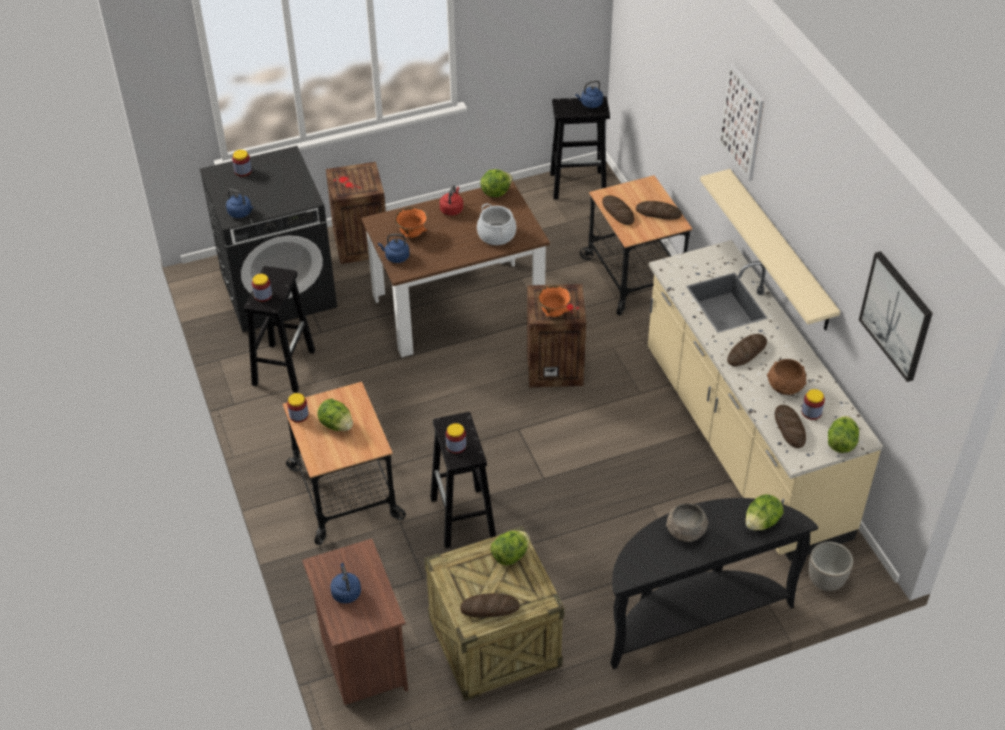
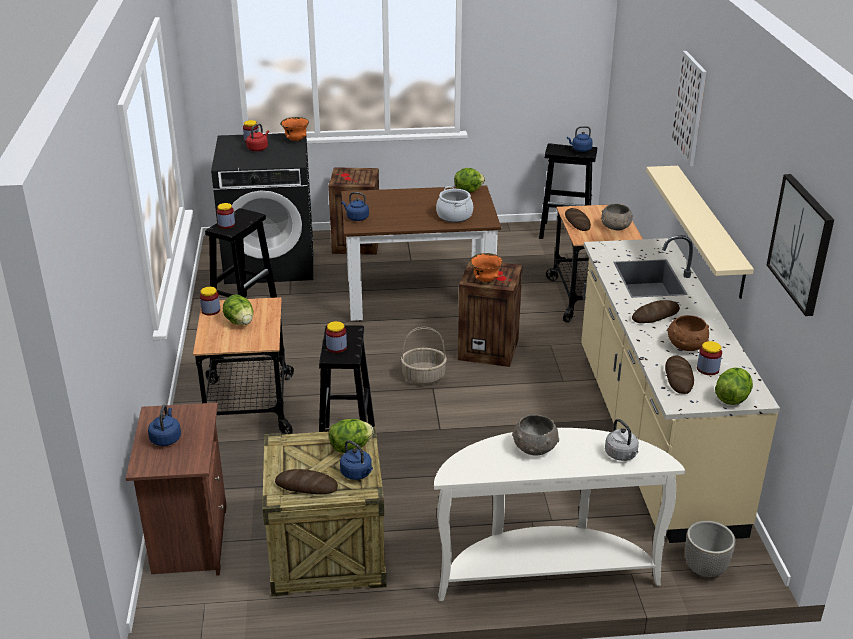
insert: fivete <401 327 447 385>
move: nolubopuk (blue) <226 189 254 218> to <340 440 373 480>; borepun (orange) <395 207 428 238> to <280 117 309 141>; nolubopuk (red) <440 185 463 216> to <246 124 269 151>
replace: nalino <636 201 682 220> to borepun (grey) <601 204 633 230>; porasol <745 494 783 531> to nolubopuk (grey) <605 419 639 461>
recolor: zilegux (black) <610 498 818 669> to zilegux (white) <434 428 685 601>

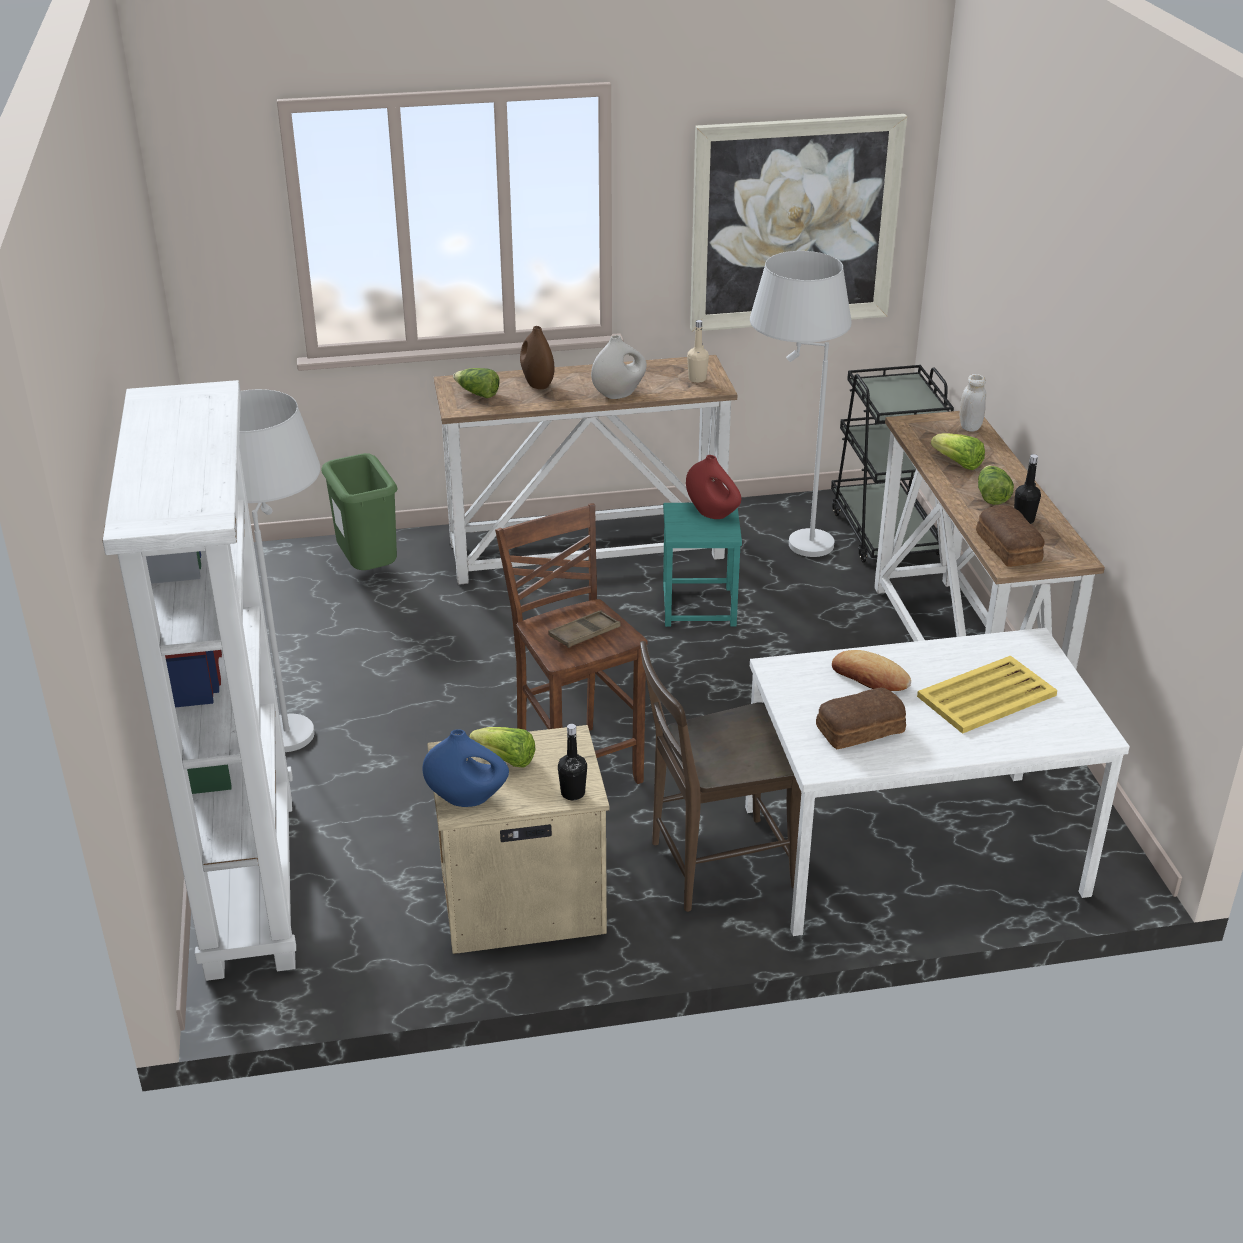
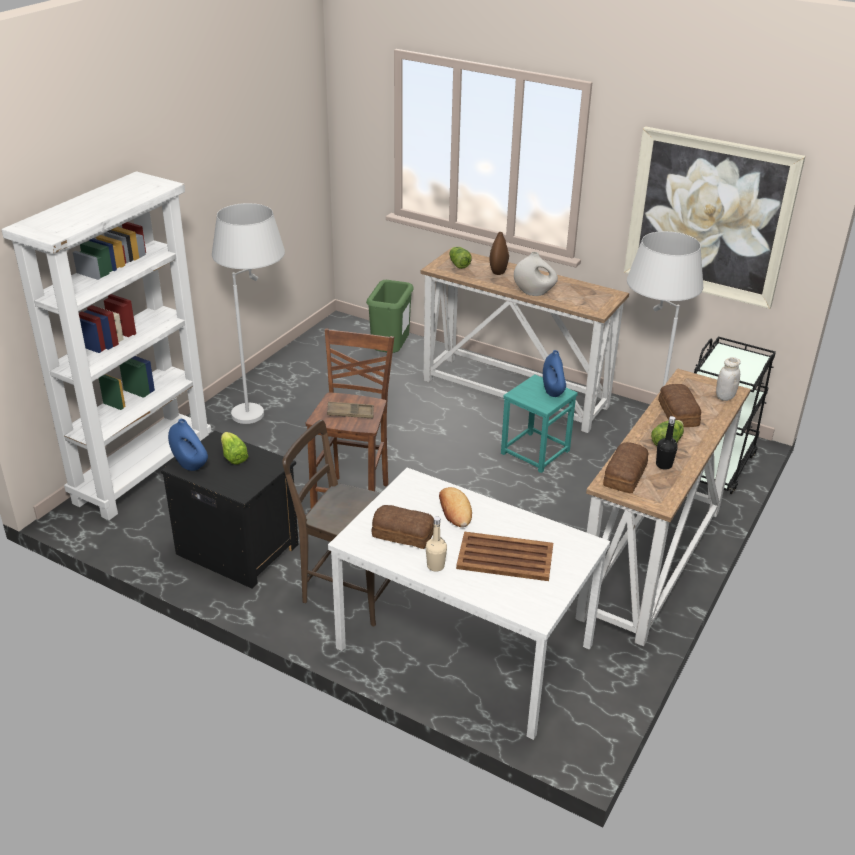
delete: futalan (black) <558 724 587 800>
move: futalan (beige) <687 320 709 383> to <426 516 447 572>
replace: porasol <931 433 985 470> to nalino <658 384 701 427>
recolor: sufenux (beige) <427 725 610 954> to sufenux (black) <161 431 299 588>; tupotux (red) <686 455 741 519> to tupotux (blue) <543 350 566 397>; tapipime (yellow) <917 656 1057 734> to tapipime (brown) <456 531 553 581>

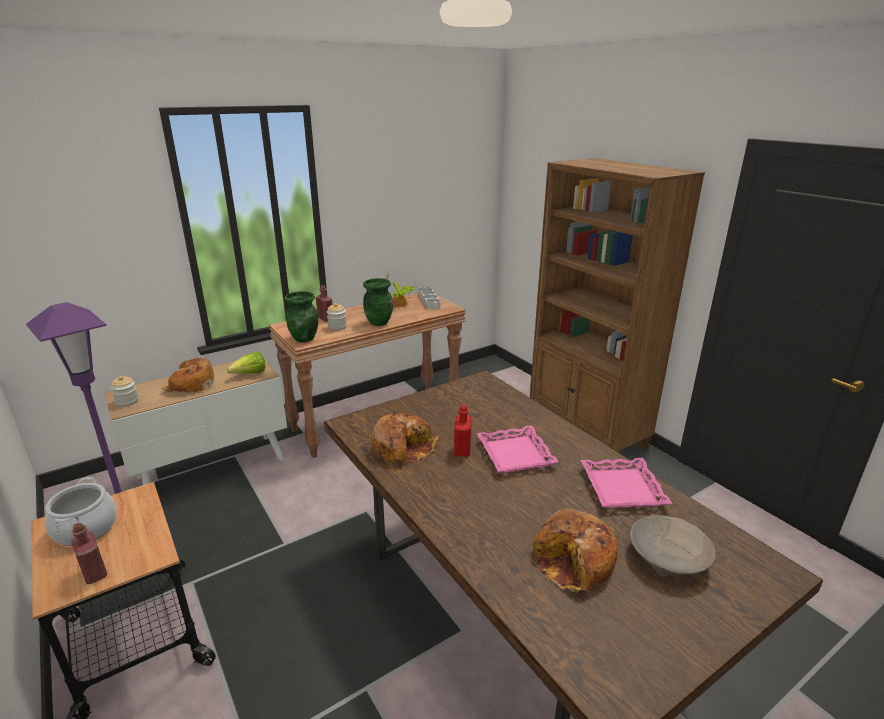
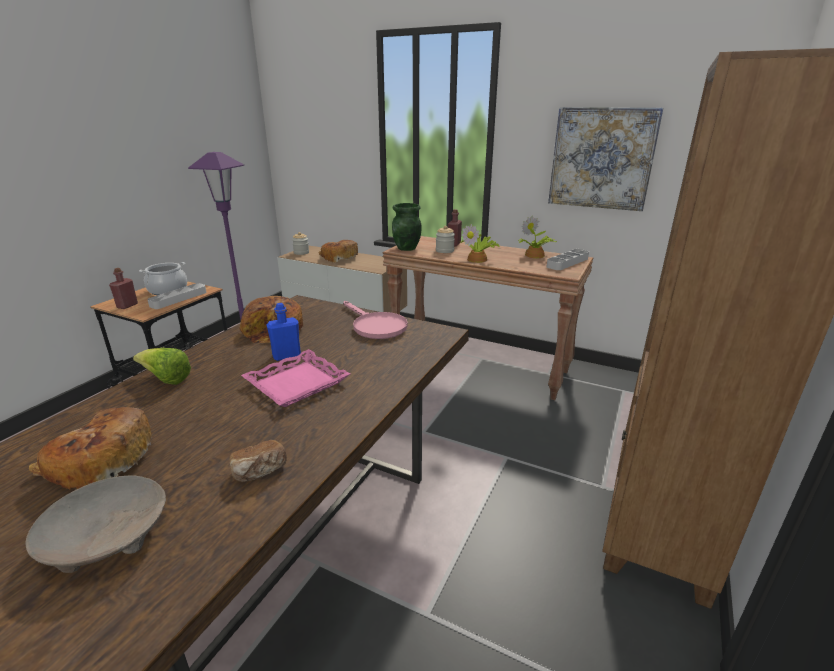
insert: tapipime (grey) <147 283 206 309>; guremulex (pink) <343 301 408 339>; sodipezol <548 107 663 211>
move: porasol <227 352 266 374> to <133 348 191 385>
replace: tupotux (green) <363 278 393 326> to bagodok <460 224 500 263>; tapipime (pink) <581 458 672 508> to nalino <229 440 287 482>
recolor: futalan (red) <454 405 472 457> to futalan (blue) <266 303 301 361>

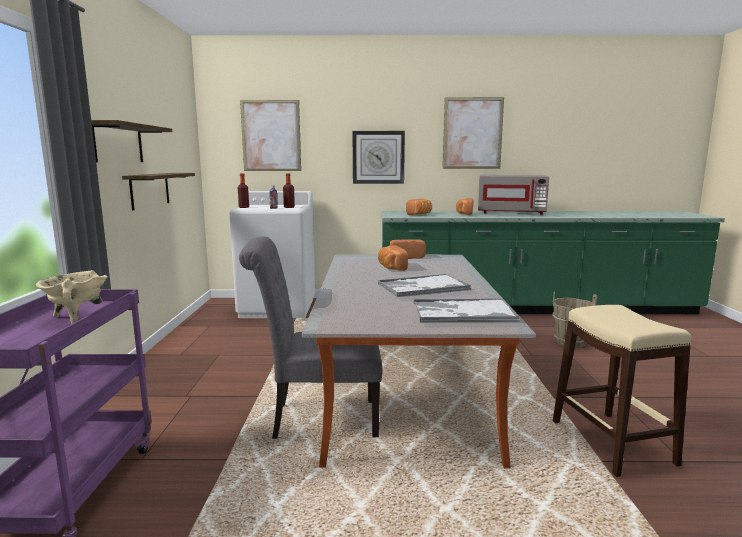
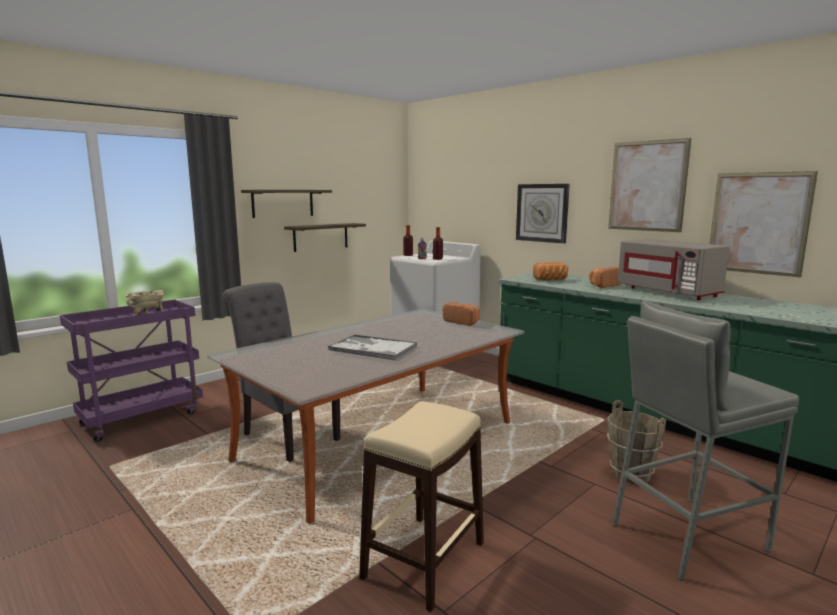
delete: nalino <378 245 408 271>; tapipime <414 299 520 322>
insert: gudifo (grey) <612 300 799 581>
move: sodipezol <240 100 301 171> to <710 171 818 277>

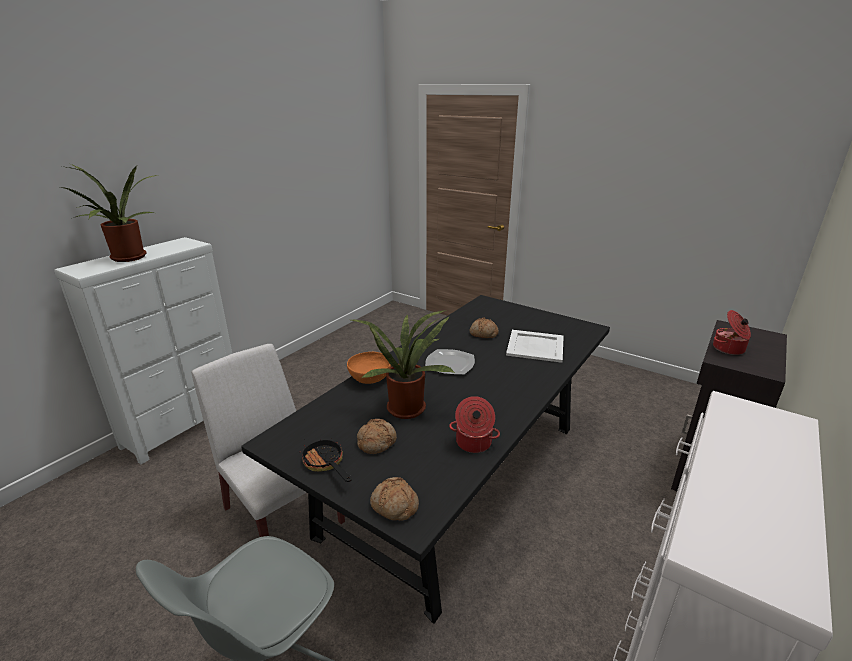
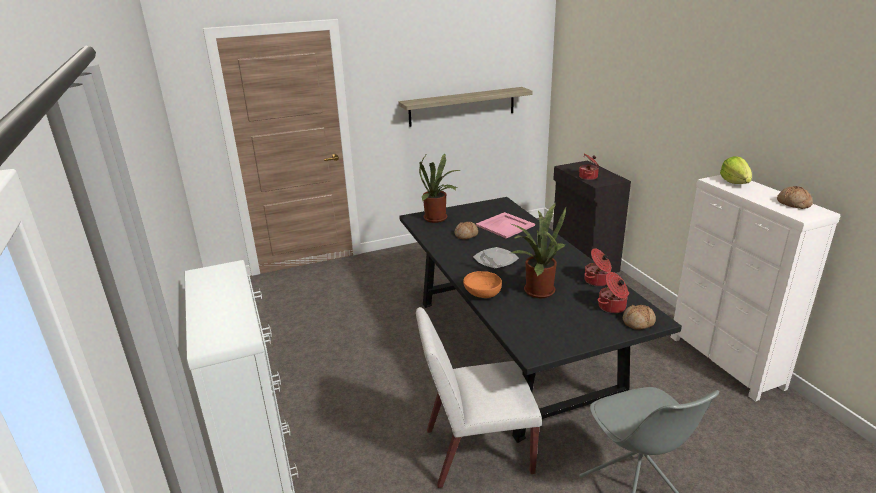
delete: guremulex <300 440 352 482>
insert: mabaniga <398 87 532 127>; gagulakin <598 272 629 313>; porasol <720 156 752 184>
move: bagodok <59 164 158 262> to <419 153 460 223>; nalino <357 419 397 454> to <777 186 813 209>
recolor: tapipime (white) <506 330 564 363> to tapipime (pink) <476 212 535 238>

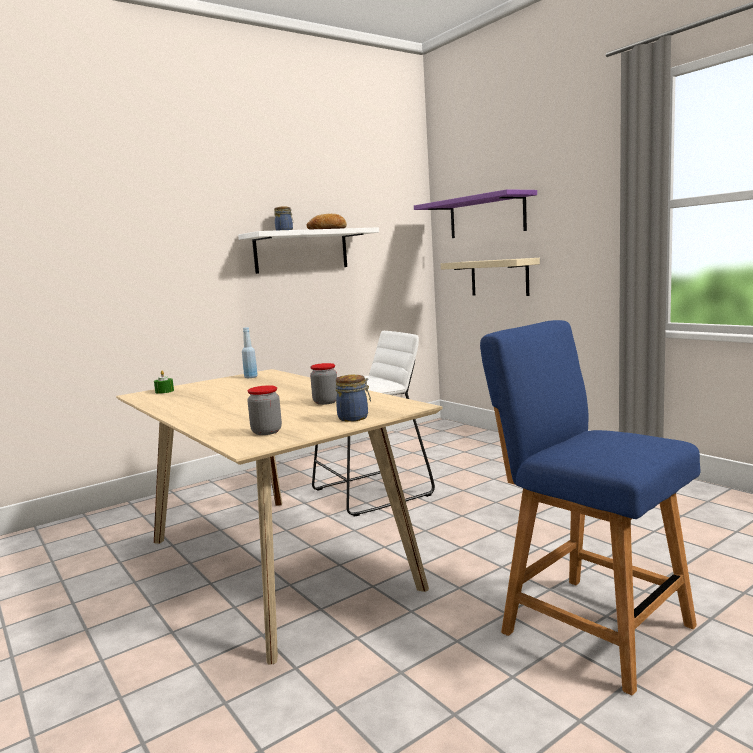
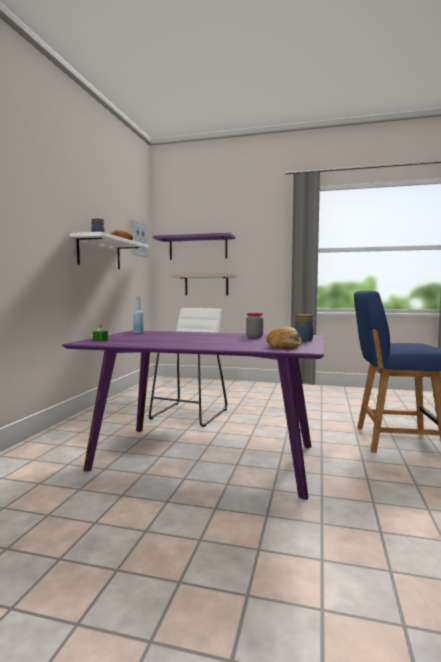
insert: sodipezol <131 219 148 257>
replace: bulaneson <247 385 282 435> to nalino <267 327 302 349>
recolor: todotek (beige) <116 369 443 665> to todotek (purple) <62 330 324 500>

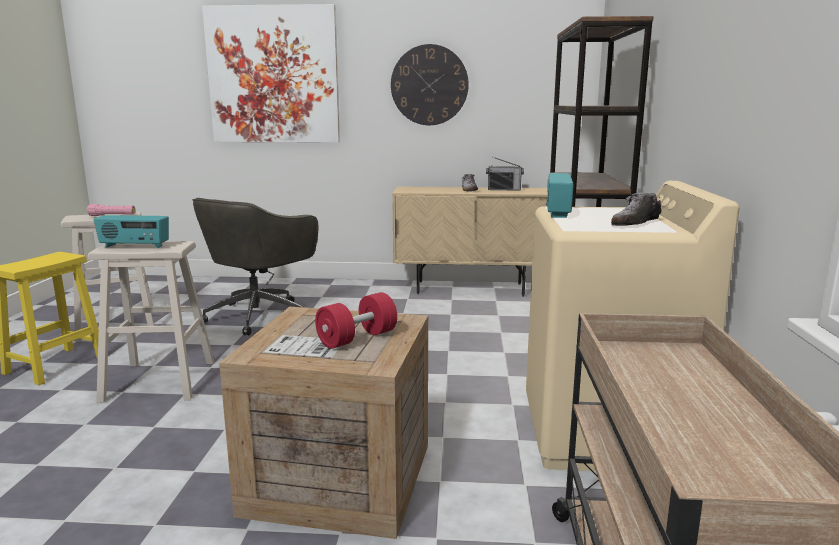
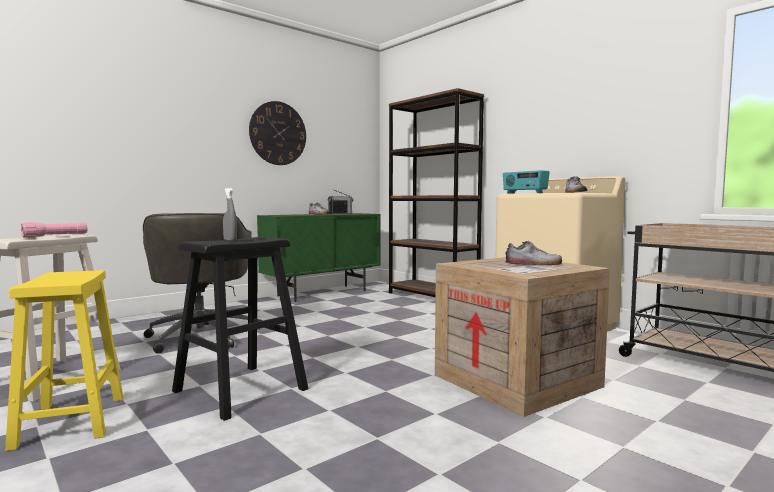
delete: sodipezol <202 4 340 143>
replace: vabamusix <94 215 169 248> to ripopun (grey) <223 188 237 241>; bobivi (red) <315 292 397 349> to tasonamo <505 241 562 265>
recolor: gudifo (beige) <88 241 214 403> to gudifo (black) <172 237 308 421>; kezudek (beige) <392 186 548 296> to kezudek (green) <257 213 381 302>

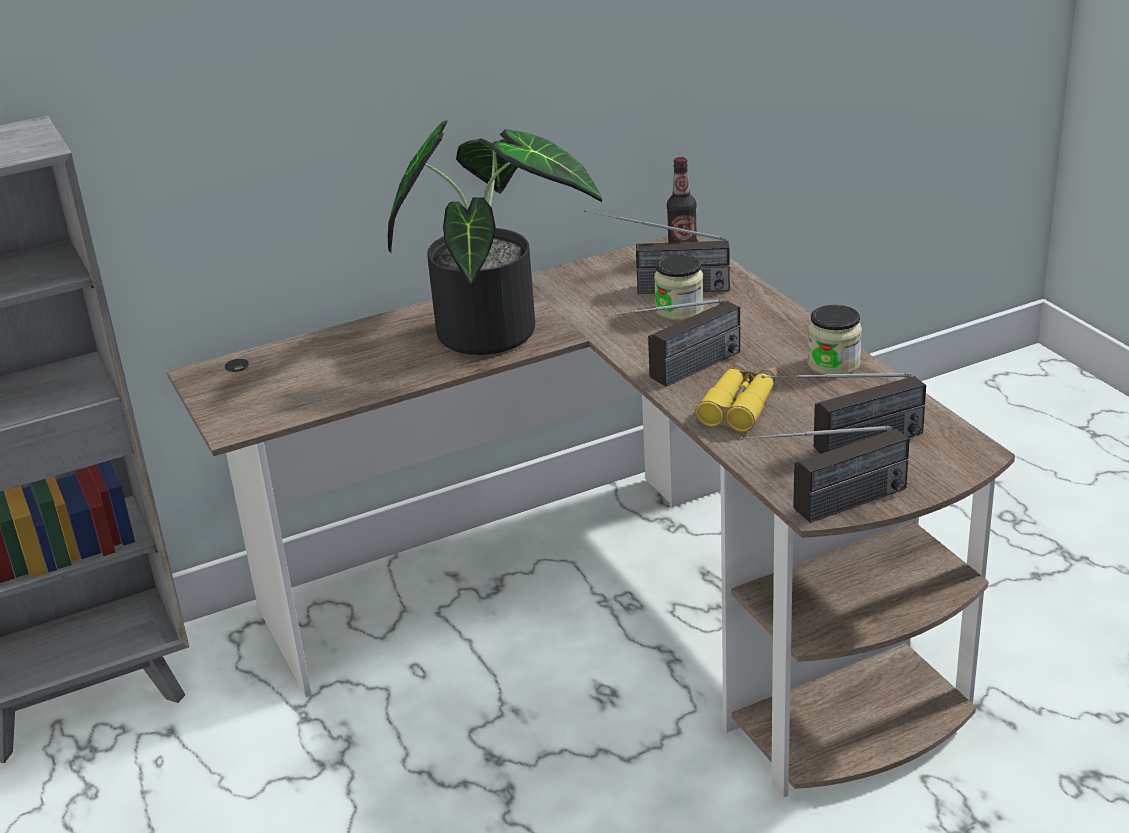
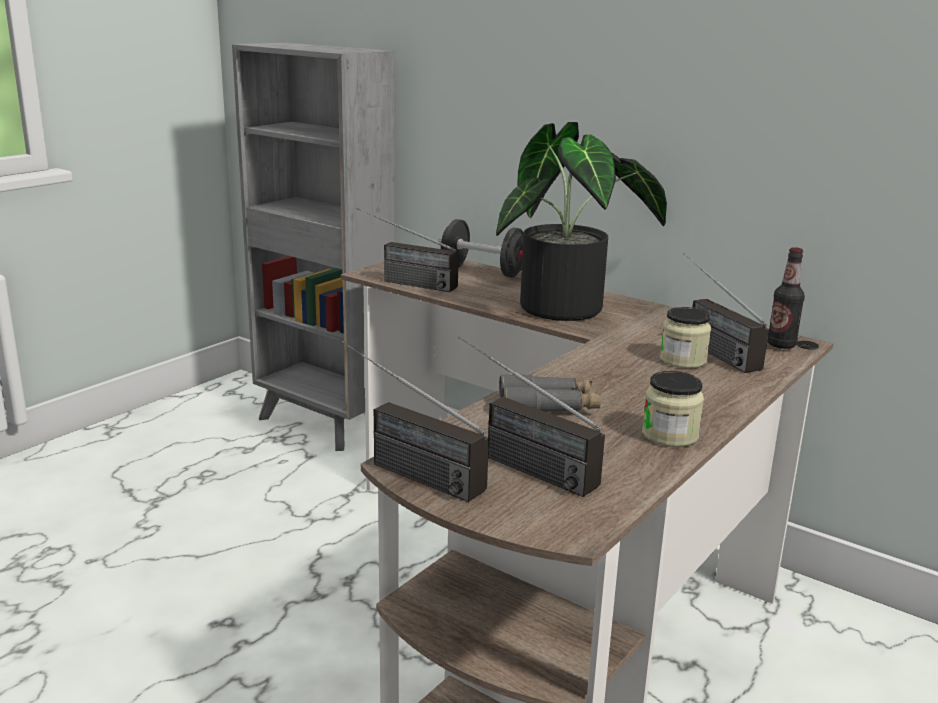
insert: bobivi (black) <438 219 524 278>
move: vabamusix <604 299 741 387> to <357 208 459 292>
recolor: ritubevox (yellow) <696 362 778 432> to ritubevox (grey) <499 374 601 412>

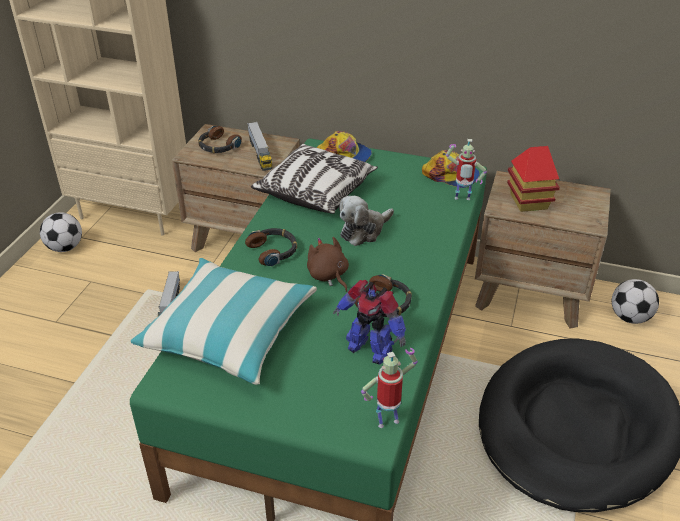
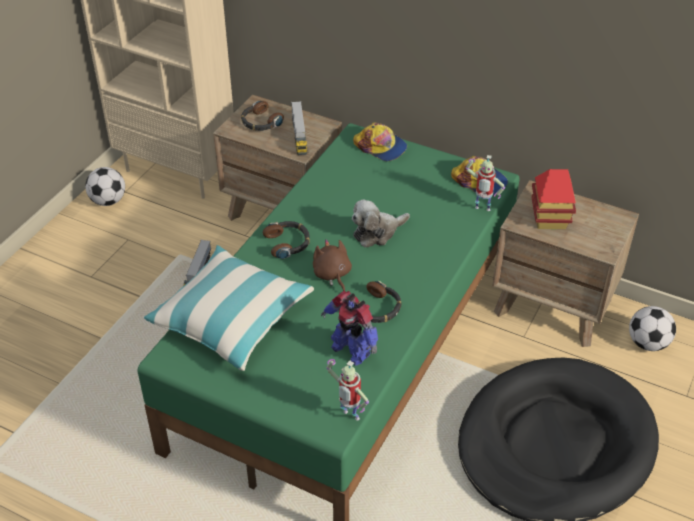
delete: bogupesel <251 144 378 214>
rotate: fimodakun <361 348 418 428> = <326 359 369 420> 135 degrees counterclockwise

